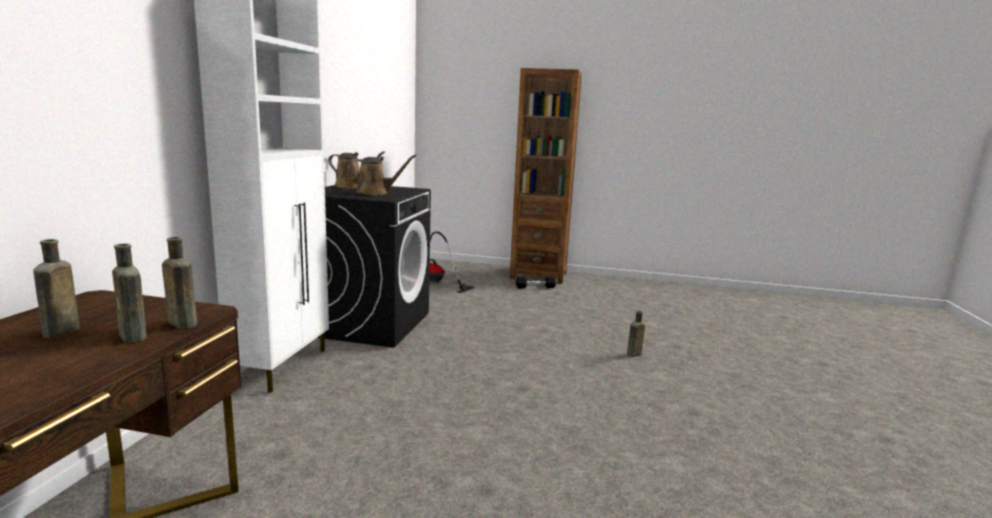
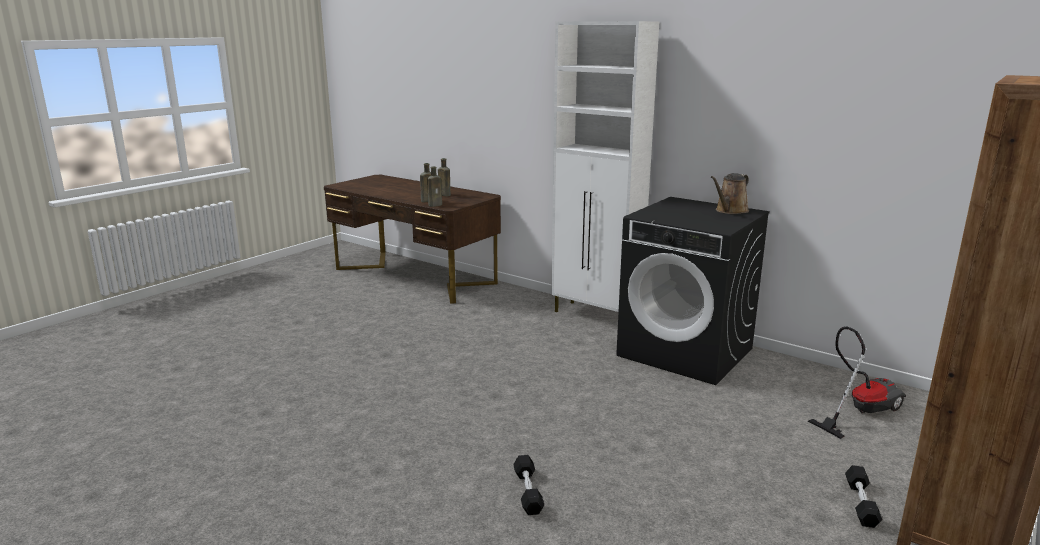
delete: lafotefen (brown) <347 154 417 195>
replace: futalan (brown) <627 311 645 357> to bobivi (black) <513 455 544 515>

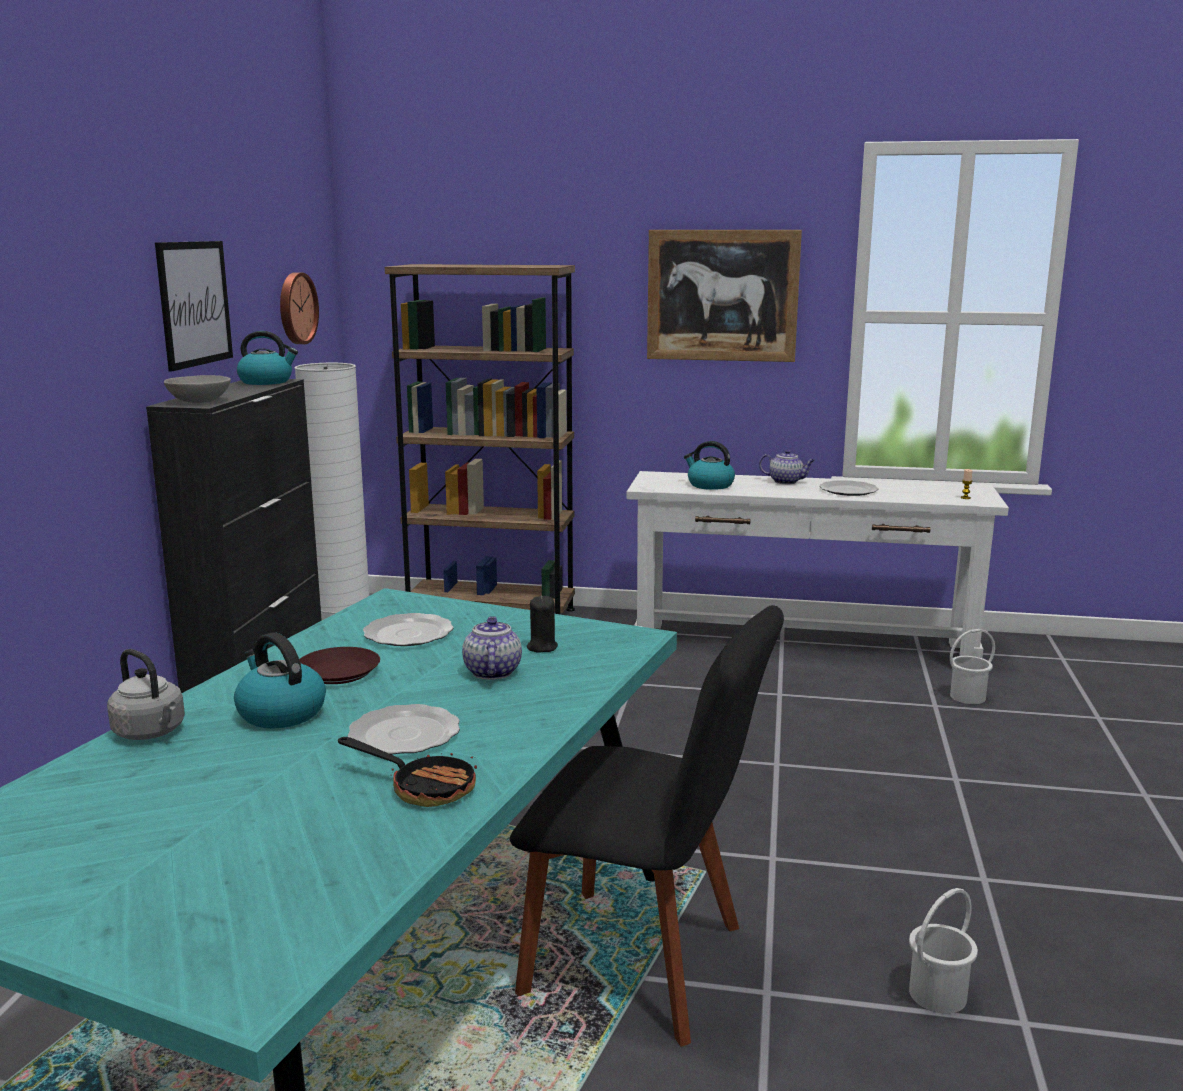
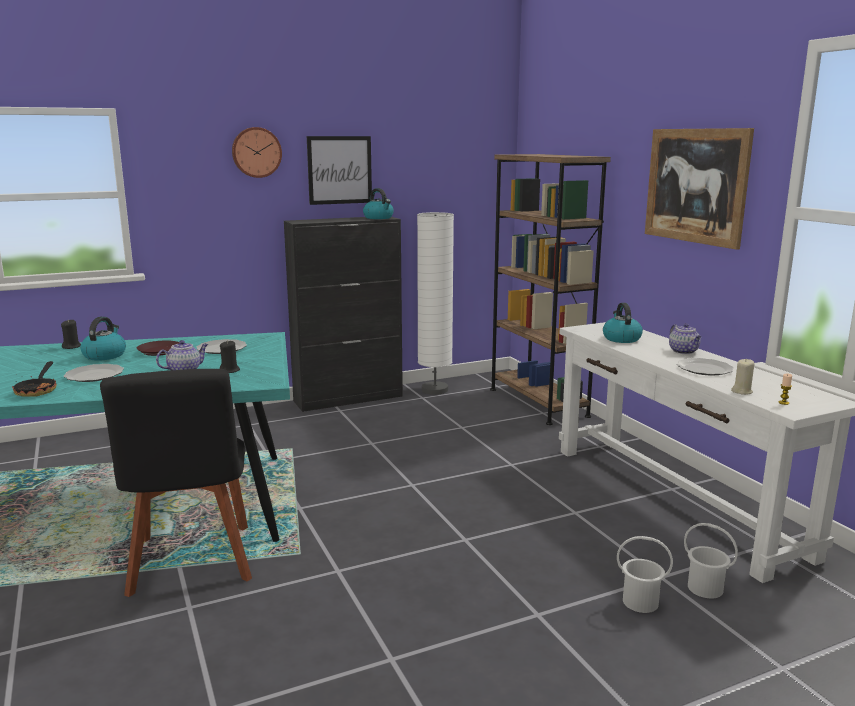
delete: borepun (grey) <164 375 231 403>
insert: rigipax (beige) <731 359 755 395>
move: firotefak <280 272 319 344> to <232 127 282 178>; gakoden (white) <909 888 978 1014> to <617 536 673 613>
replace: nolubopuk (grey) <107 649 185 740> to rigipax (black) <61 320 81 349>

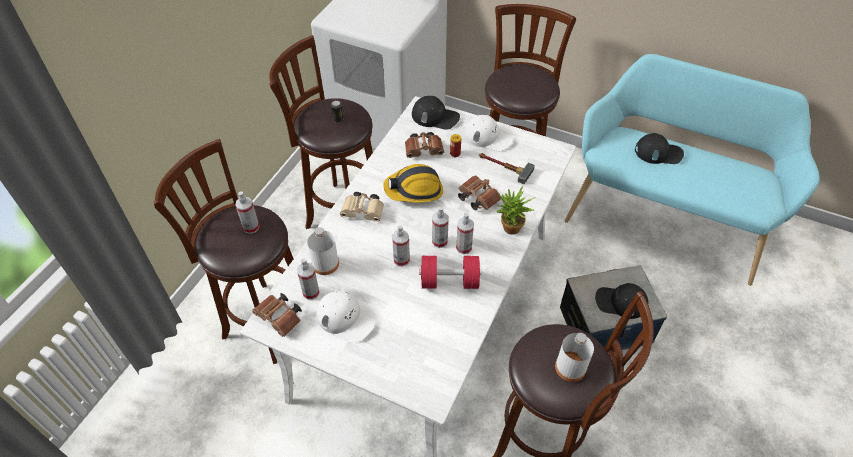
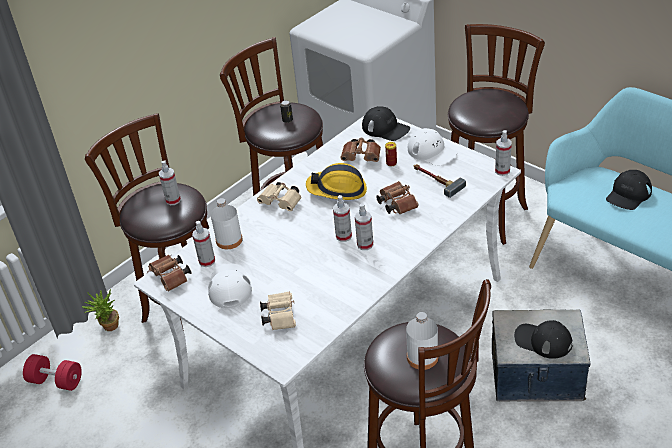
insert: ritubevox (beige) <260 291 296 330>
move: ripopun <392 225 410 267> to <495 130 512 176>; bobivi (red) <419 256 481 289> to <23 354 82 391>; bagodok <497 186 536 235> to <82 289 119 331>
rotate: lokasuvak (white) <316 291 375 343> = <208 263 252 308> 150 degrees counterclockwise; lokasuvak (black) <635 133 684 164> = <606 170 652 210> 105 degrees clockwise

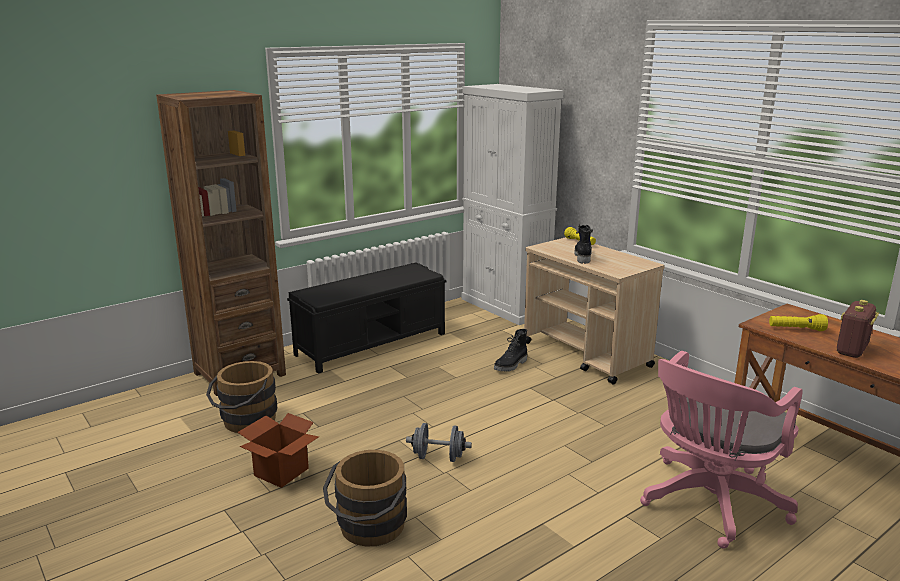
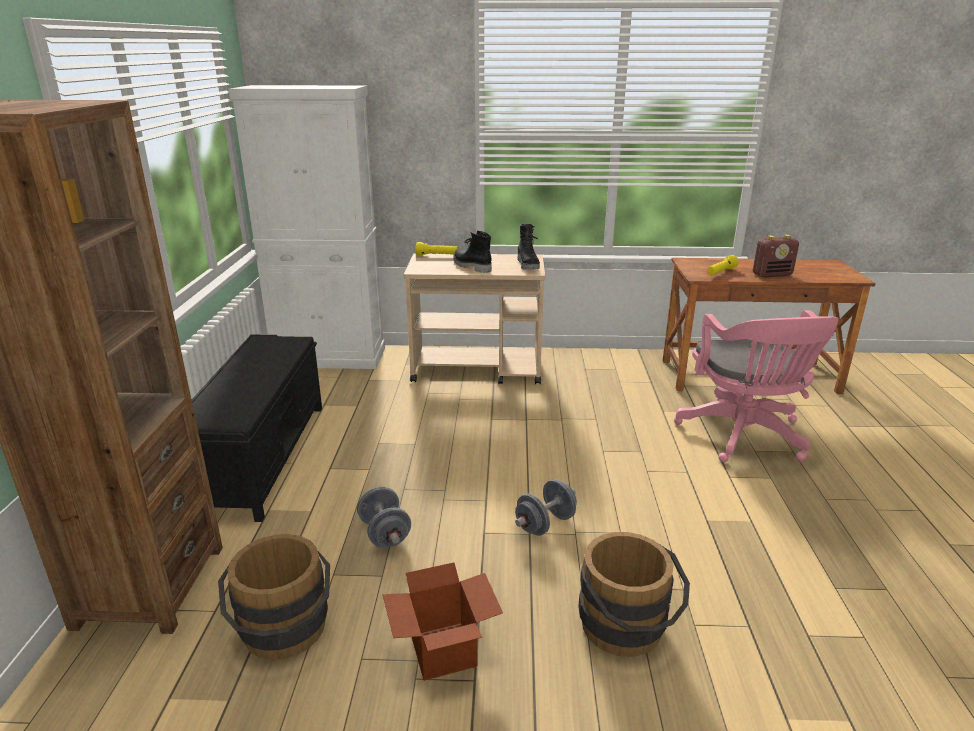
insert: bobivi (grey) <357 487 411 548>
move: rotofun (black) <494 329 527 372> to <518 224 540 270>
rotate: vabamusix <837 300 879 358> = <753 235 799 278> 90 degrees counterclockwise

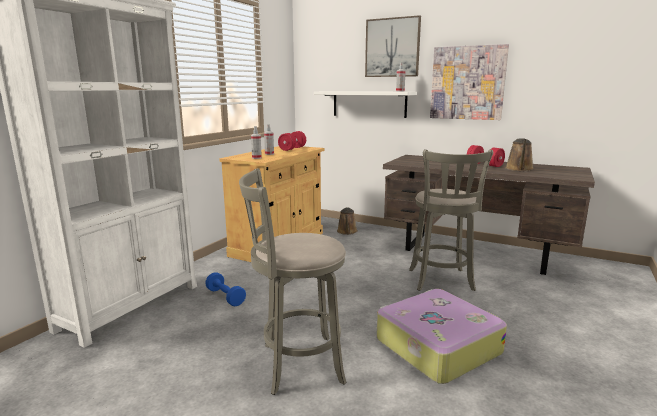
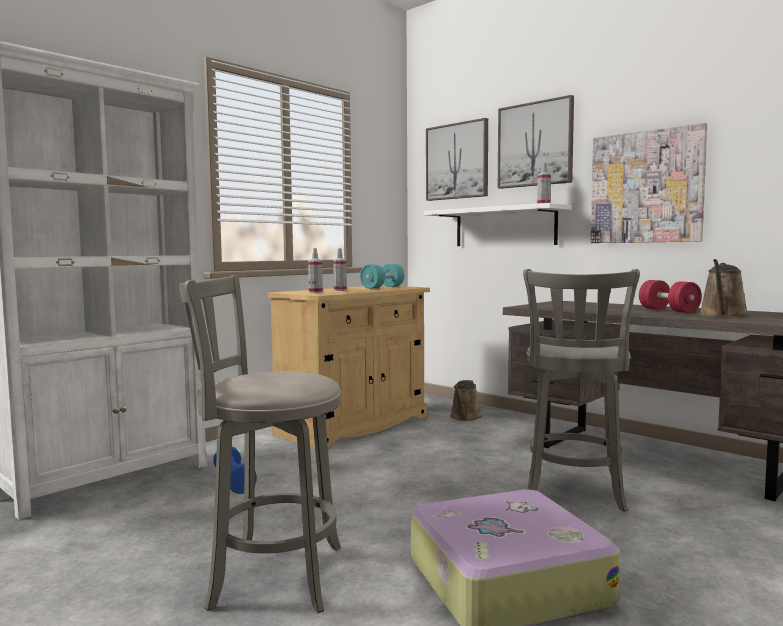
insert: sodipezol <426 118 488 201>
recolor: bobivi (red) <278 131 306 151> to bobivi (turquoise) <360 264 404 289>

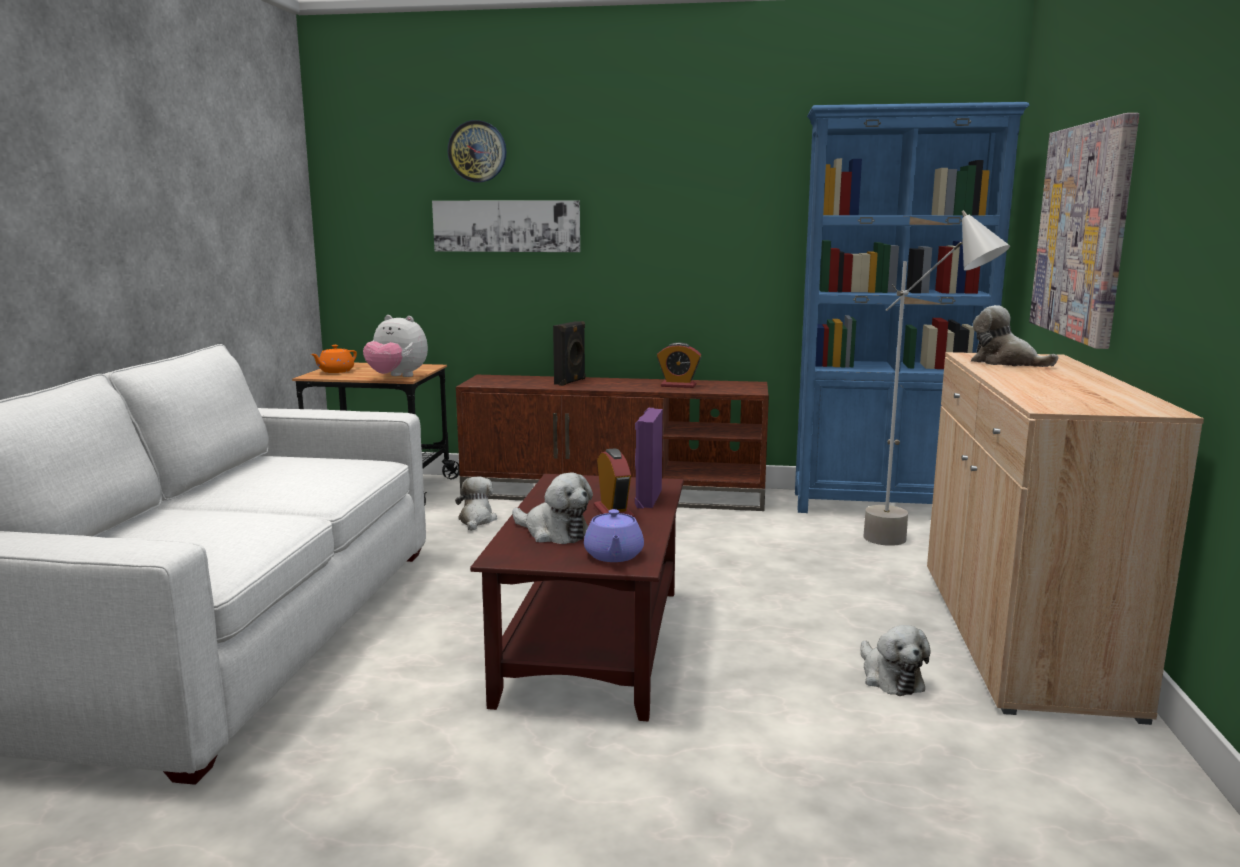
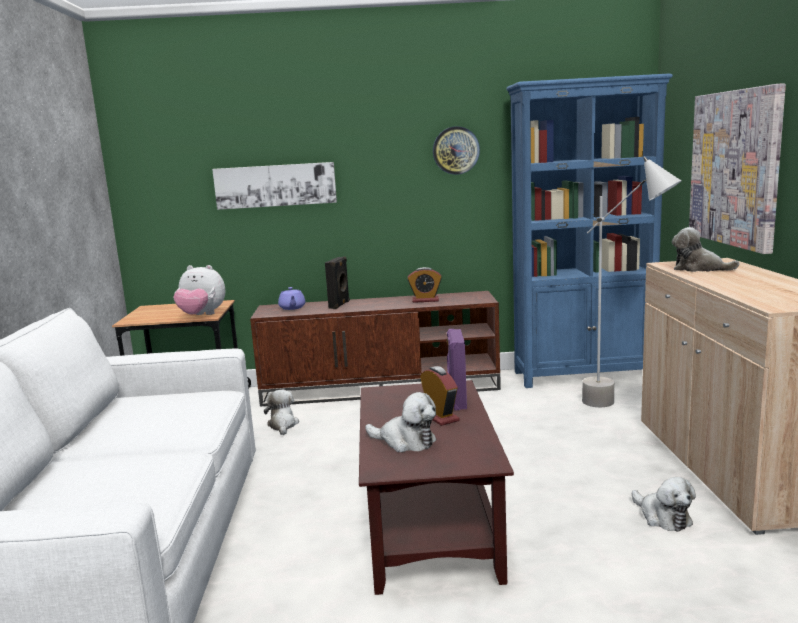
delete: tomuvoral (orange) <311 345 357 373>
move: firotefak <448 120 507 182> to <433 126 480 175>; tomuvoral (purple) <584 509 644 562> to <278 287 305 310>

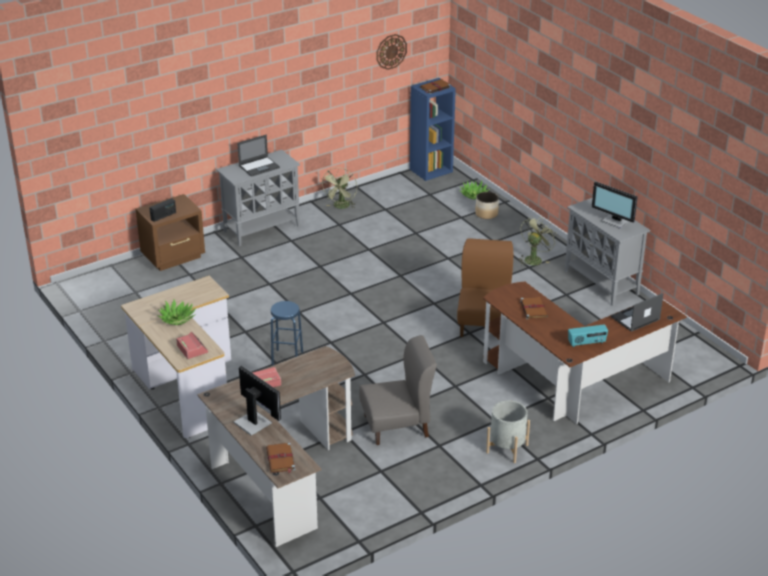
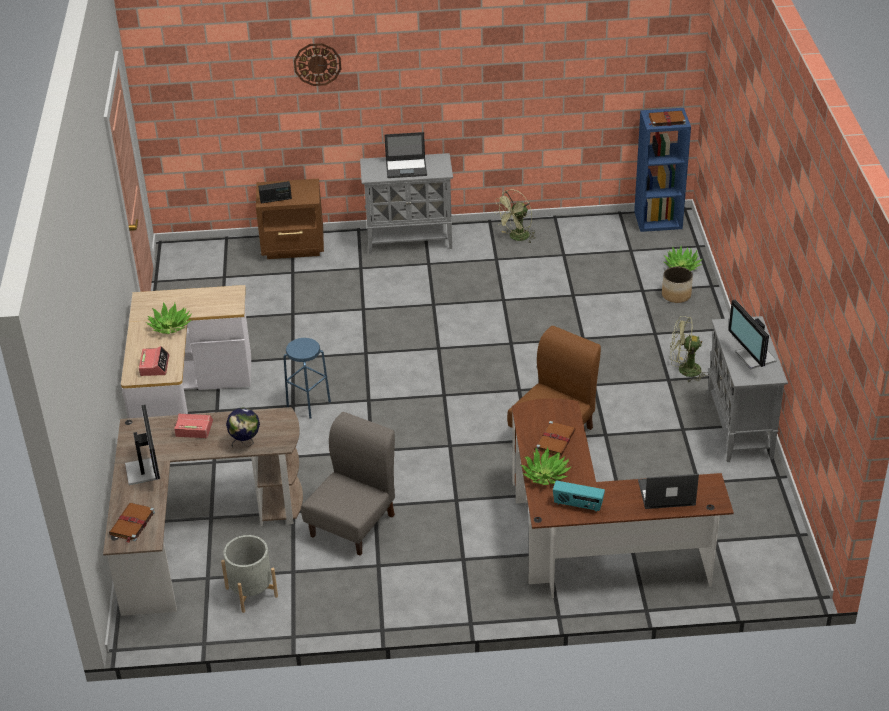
insert: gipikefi <226 407 260 448>; bagodok <521 447 572 485>
move: firotefak <376 34 407 70> to <294 43 341 86>; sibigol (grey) <486 400 530 463> to <221 535 278 613>
rotate: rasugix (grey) <359 335 437 445> = <301 412 395 556> 75 degrees counterclockwise; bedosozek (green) <518 216 557 266> = <670 316 709 383> 150 degrees counterclockwise

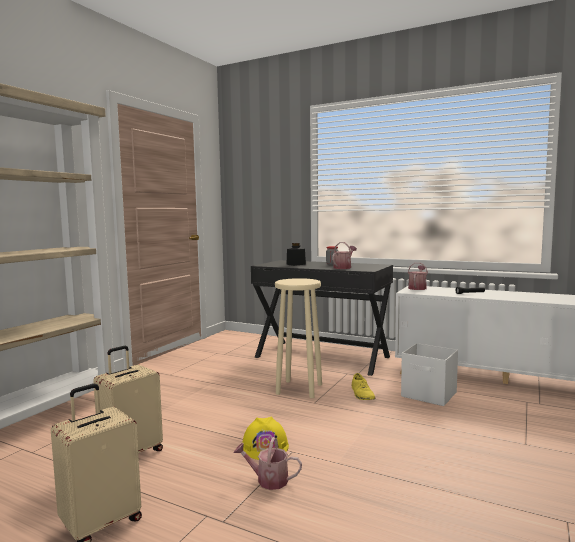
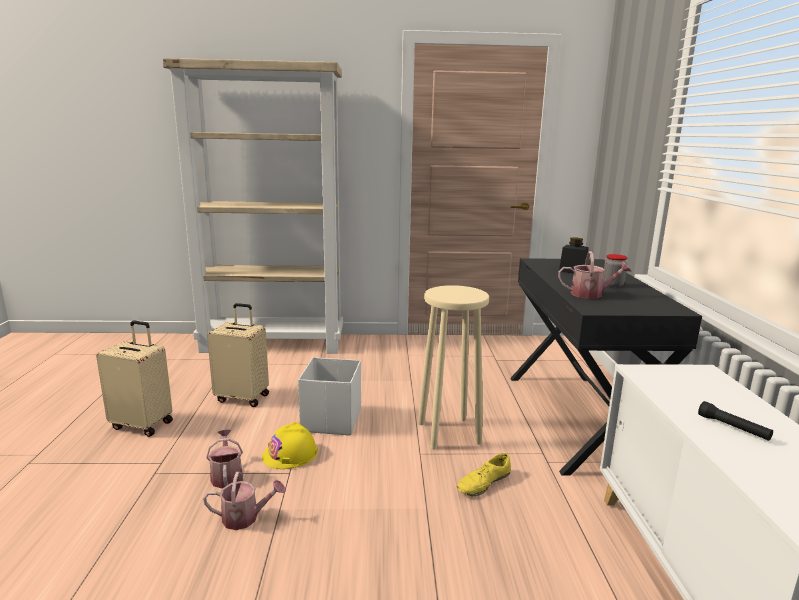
move: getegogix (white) <401 343 458 406> to <298 357 361 436>; lafotefen <408 263 428 290> to <203 472 286 530>

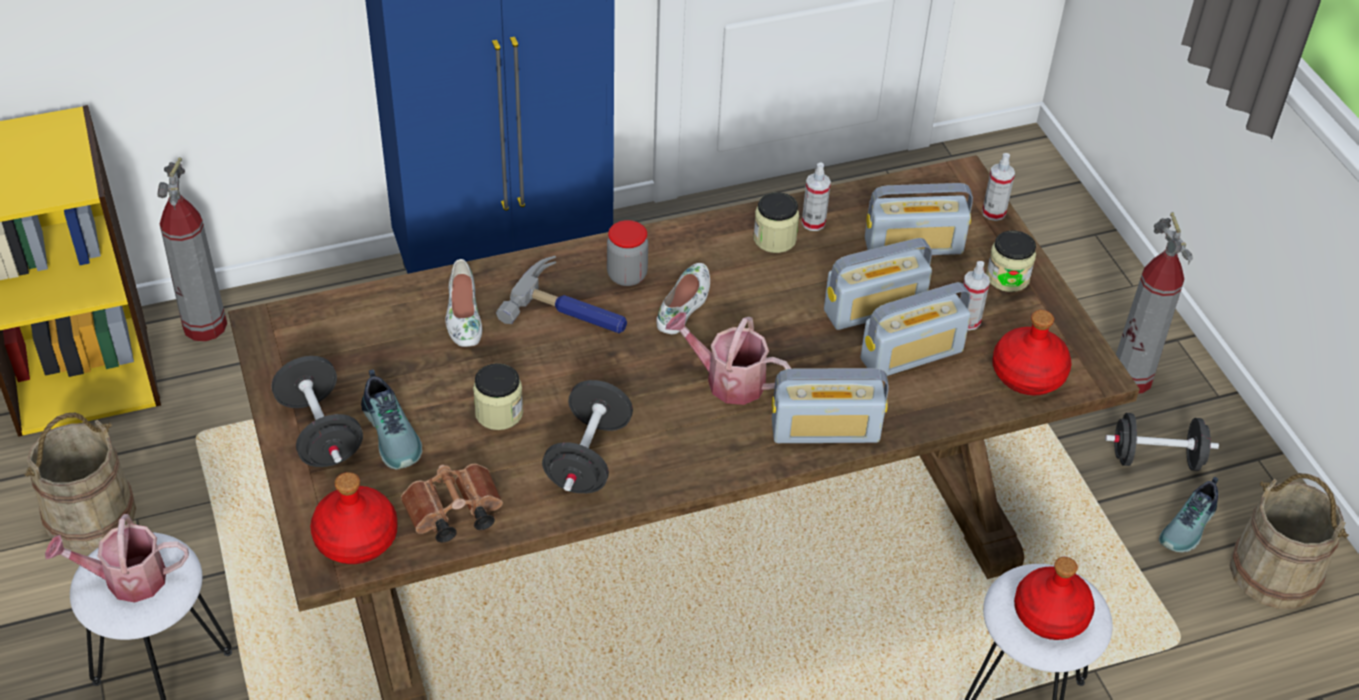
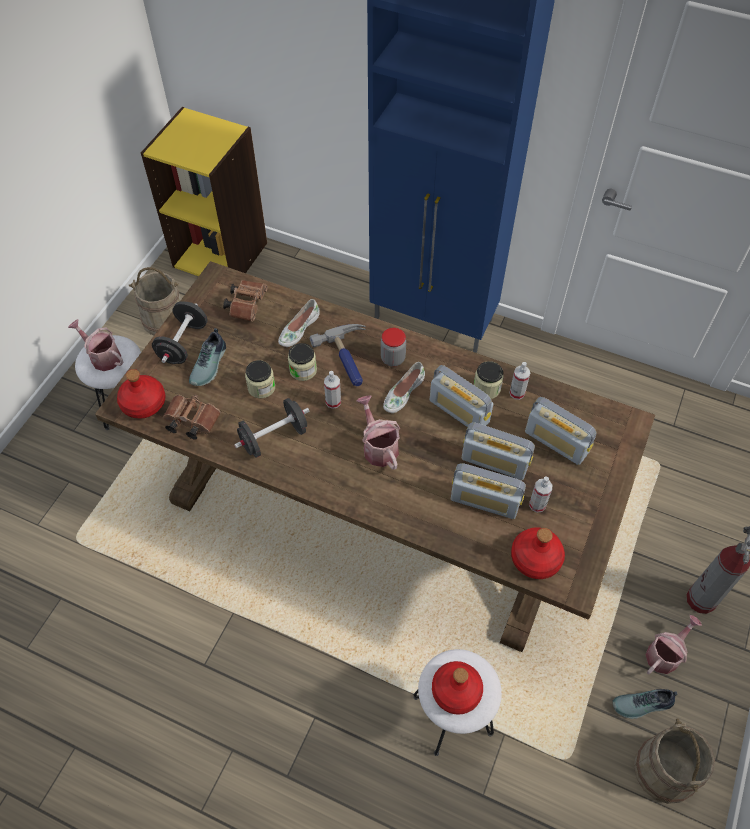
delete: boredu <158 157 227 342>
insert: ritubevox (brown) <223 280 268 322>
move: vabamusix <772 368 889 443> to <429 365 493 427>; ripopun <982 153 1015 221> to <324 371 341 409>; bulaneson <986 231 1036 292> to <288 343 317 381>
replace: bobivi (black) <1105 413 1219 471> to lafotefen <646 615 702 675>
rotate: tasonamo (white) <656 263 710 334> = <383 362 425 413> 150 degrees clockwise

